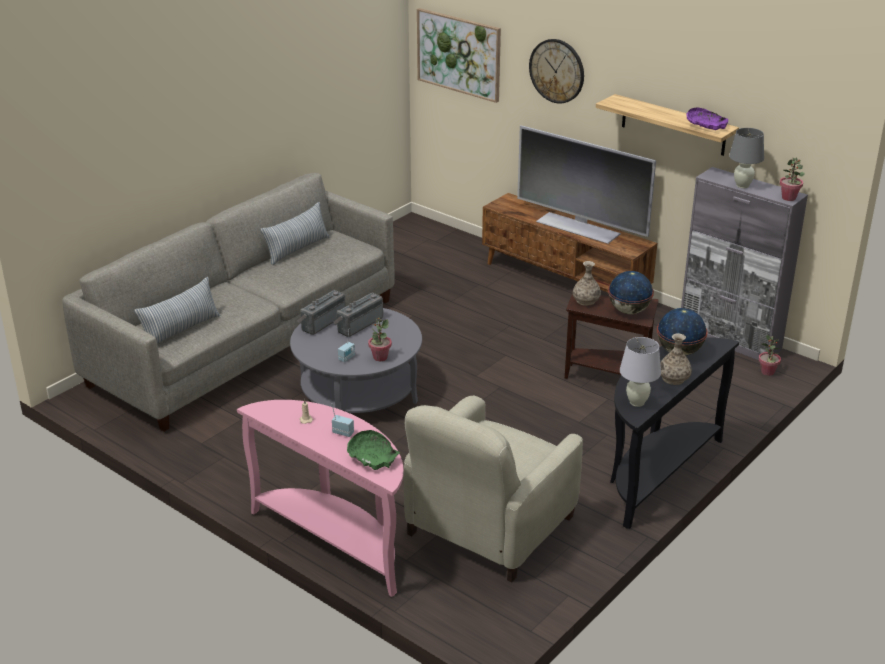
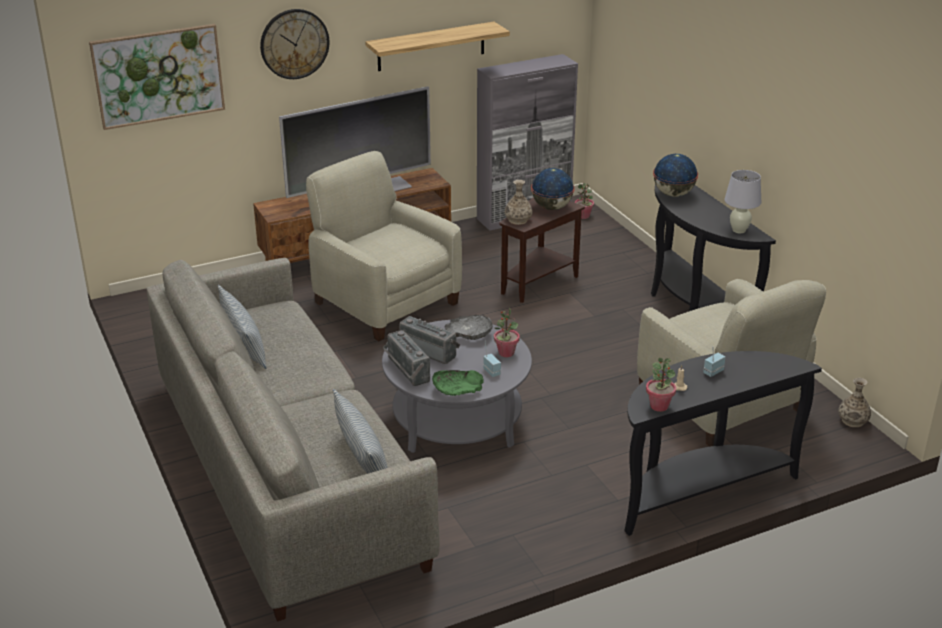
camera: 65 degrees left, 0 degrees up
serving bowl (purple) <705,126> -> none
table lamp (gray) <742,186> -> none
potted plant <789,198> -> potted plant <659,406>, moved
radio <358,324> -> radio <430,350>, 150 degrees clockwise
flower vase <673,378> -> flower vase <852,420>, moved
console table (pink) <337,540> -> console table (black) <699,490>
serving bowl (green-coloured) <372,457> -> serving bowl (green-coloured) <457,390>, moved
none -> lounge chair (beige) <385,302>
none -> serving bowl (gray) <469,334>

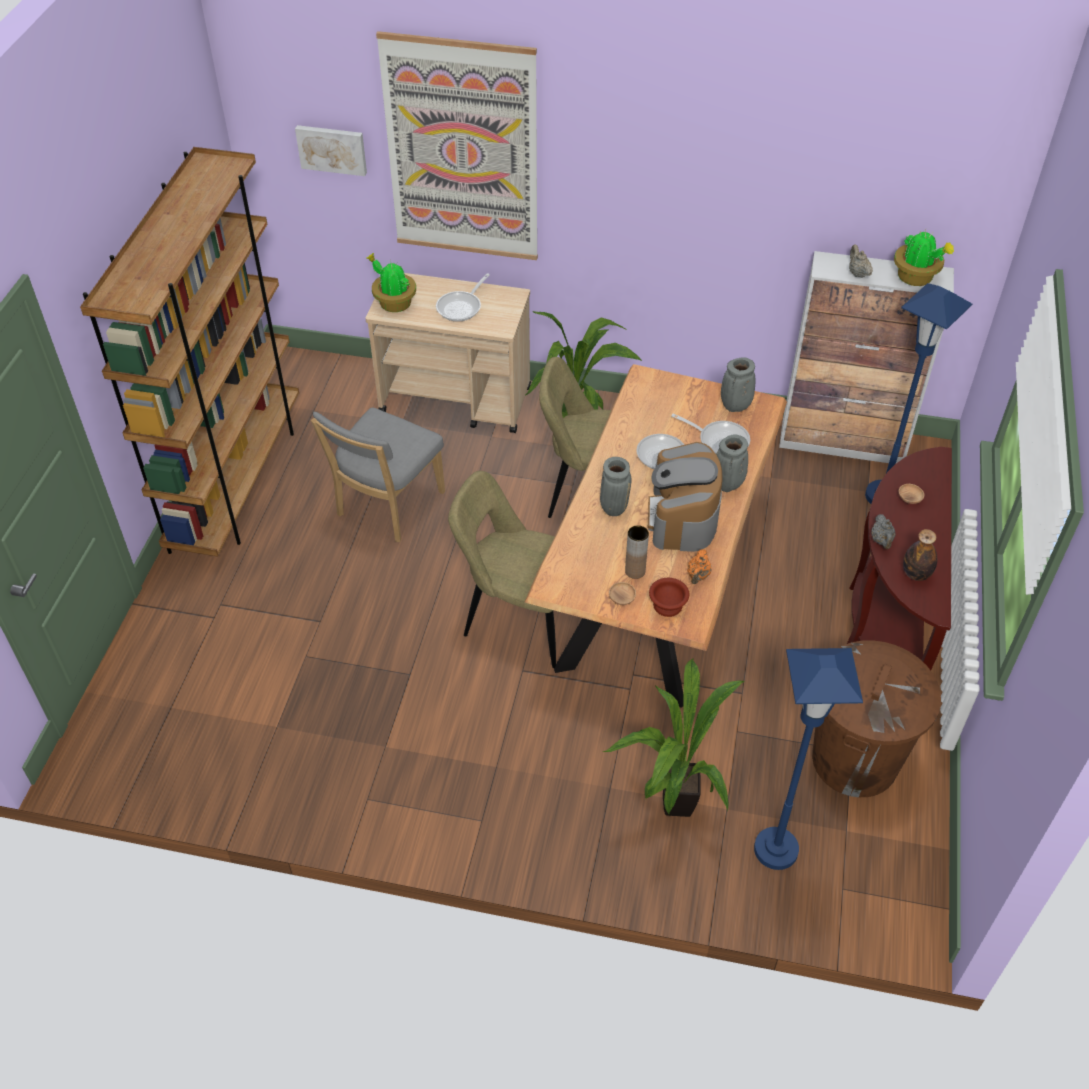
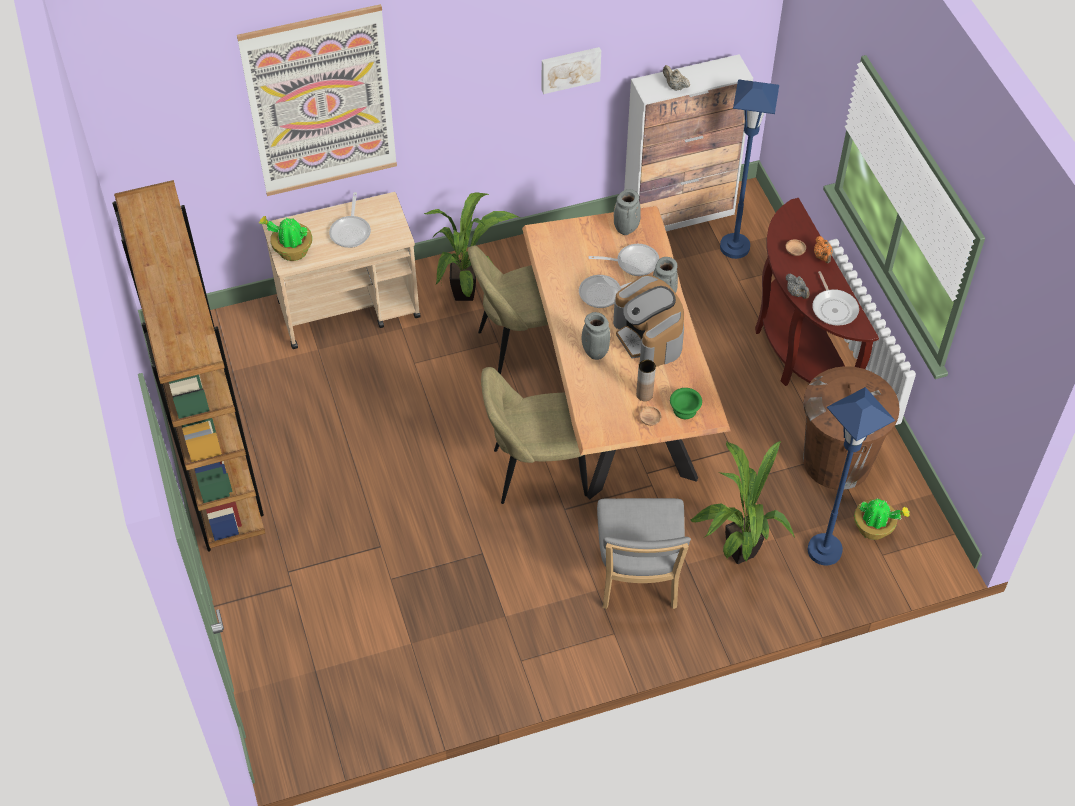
camera: 30 degrees left, 5 degrees up
wall picture <332,149> -> wall picture <570,68>, moved
potted plant <916,278> -> potted plant <874,528>, moved
plain chair (gray) <387,507> -> plain chair (gray) <637,579>, moved
bottle <916,574> -> frying pan <834,308>
pot for tea (orangey) <698,576> -> pot for tea (orangey) <822,257>, moved
serving bowl (brown-coloured) <668,604> -> serving bowl (green-coloured) <684,409>

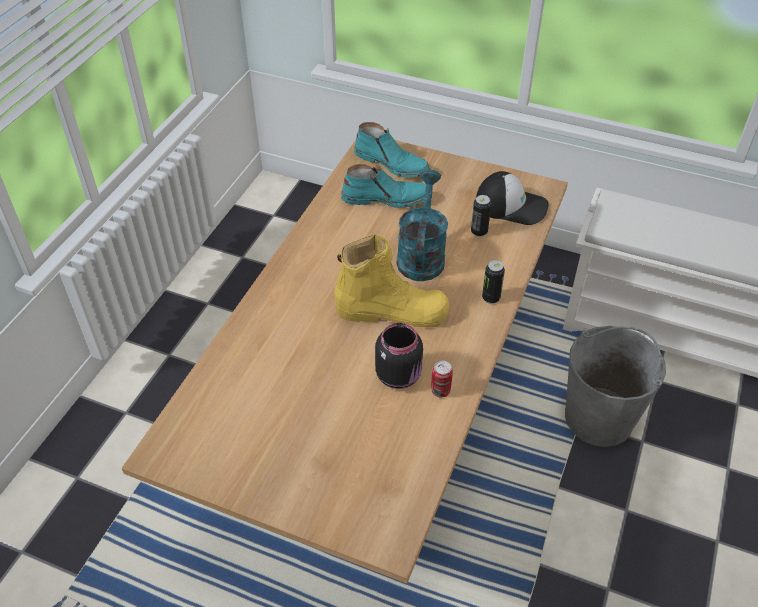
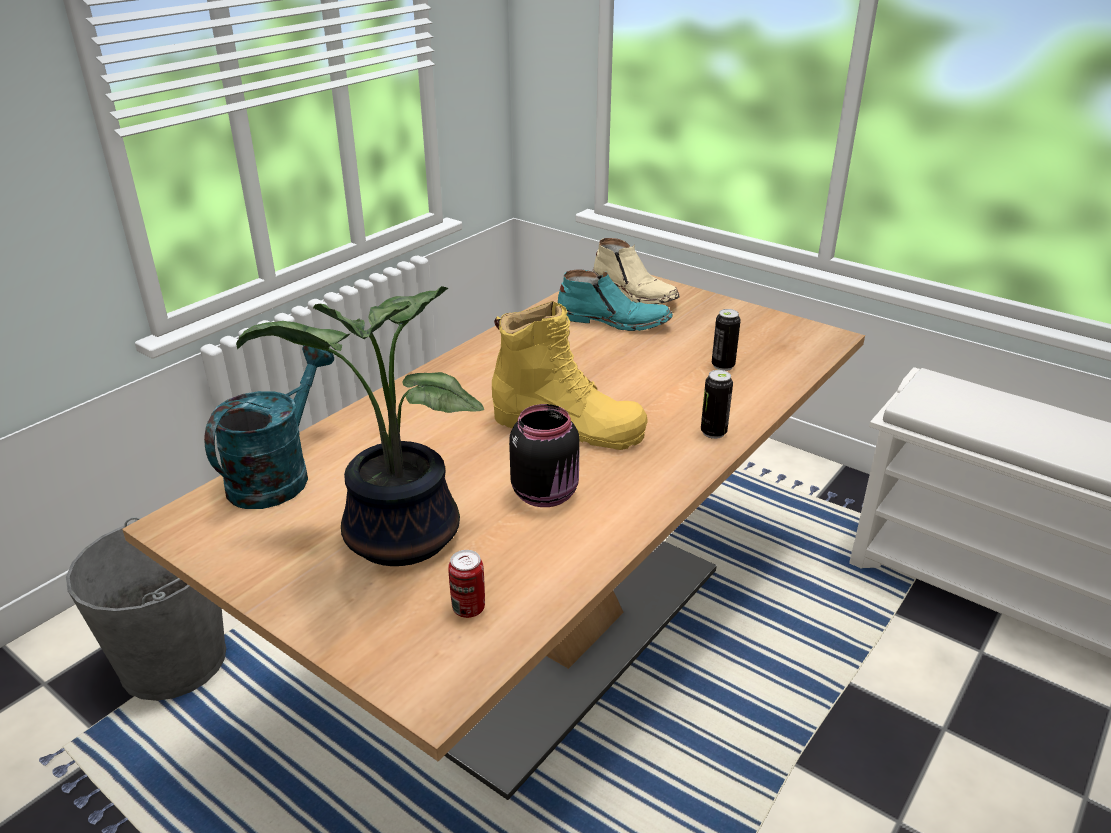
camera: 15 degrees right, 15 degrees down
tall boot (blue-green) <392,163> -> tall boot (beige) <635,292>
watering pot (blue-green) <421,255> -> watering pot (blue-green) <278,474>, moved
cap <511,205> -> none
water bucket (gray) <599,417> -> water bucket (gray) <175,661>, moved
sealed can <440,391> -> sealed can <468,608>, moved
none -> potted plant <396,539>

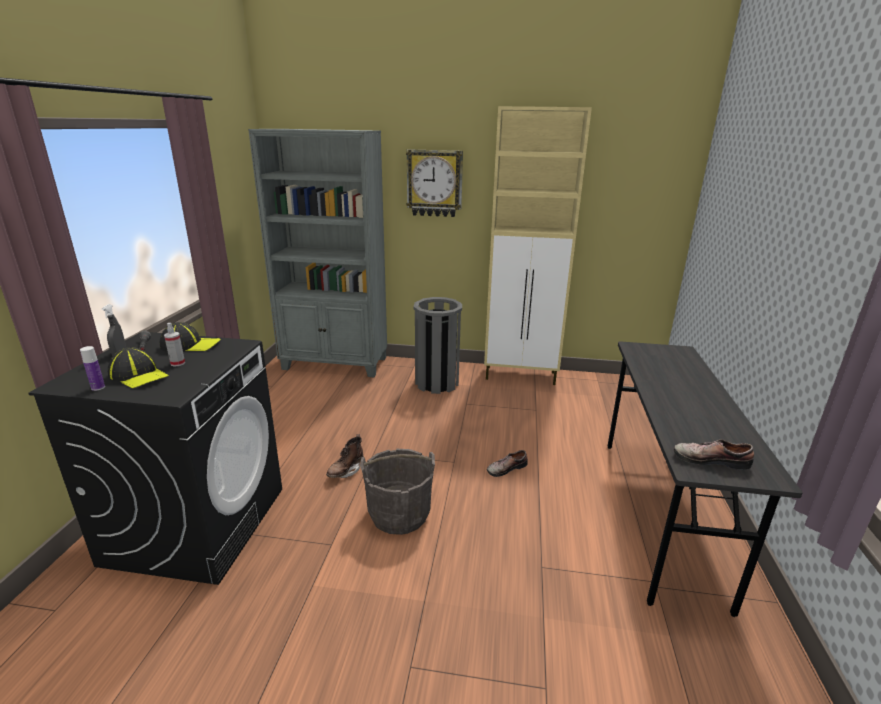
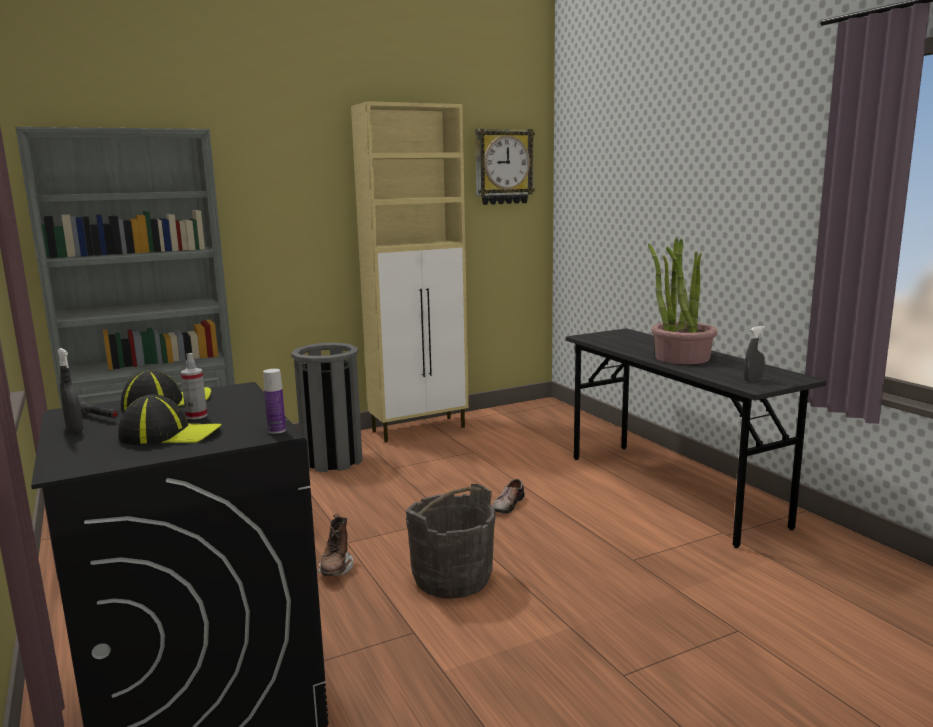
camera: 35 degrees left, 10 degrees down
clock on the wall <434,183> -> clock on the wall <503,167>, moved
bottle <98,387> -> bottle <276,431>, moved
low shoe <709,459> -> sprayer (gray) <753,380>
none -> potted plant <681,357>

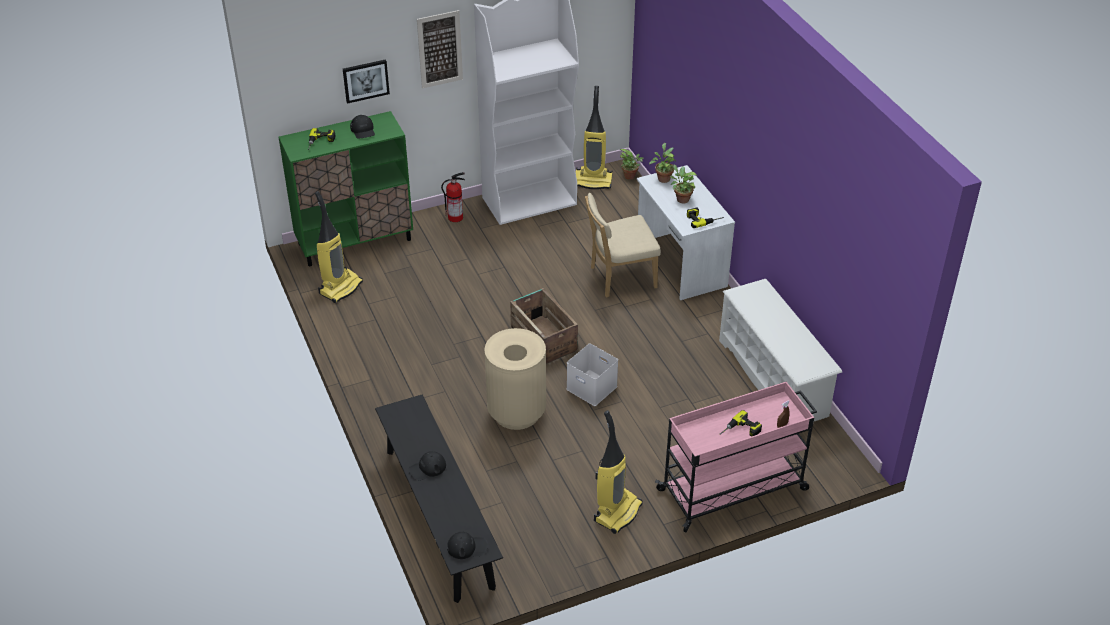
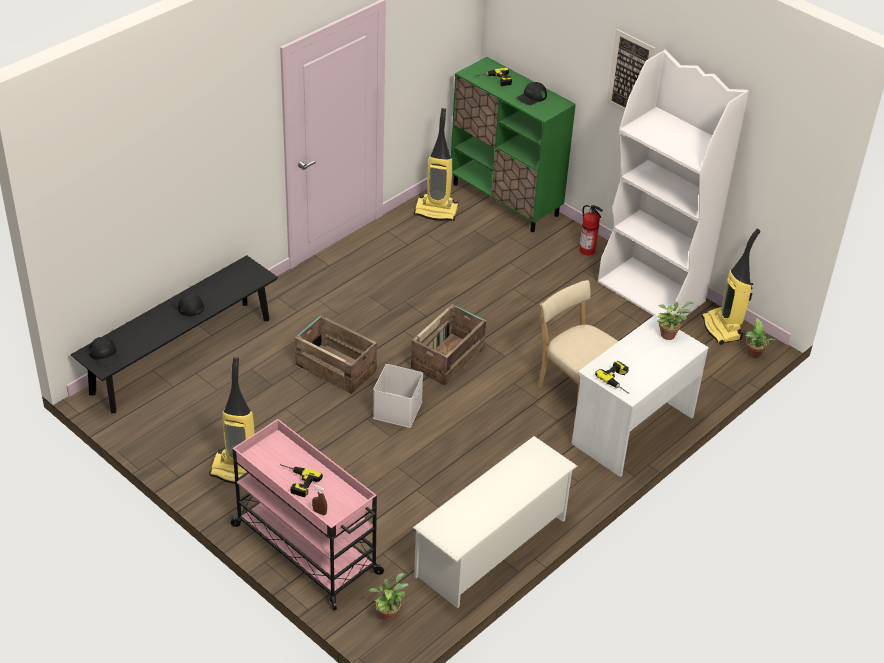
camera: 65 degrees right, 0 degrees up
wall picture <365,80> -> none
potted plant <681,199> -> potted plant <388,613>, moved
waste bin (beige) <516,412> -> shipping crate <335,367>

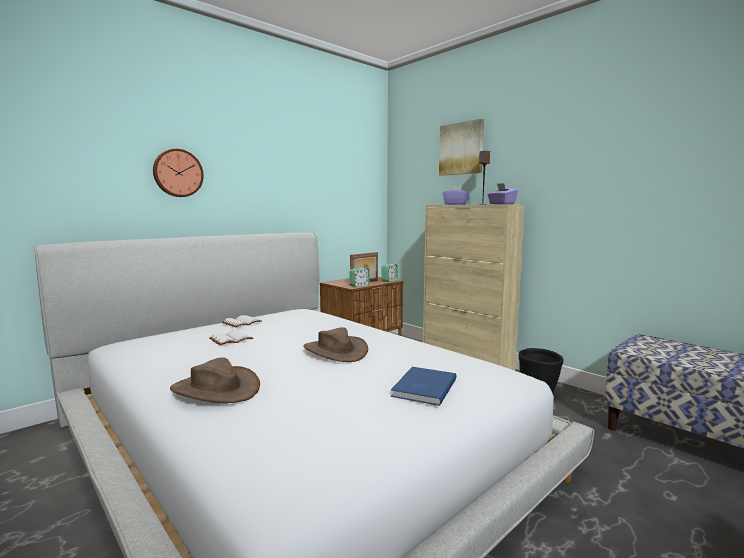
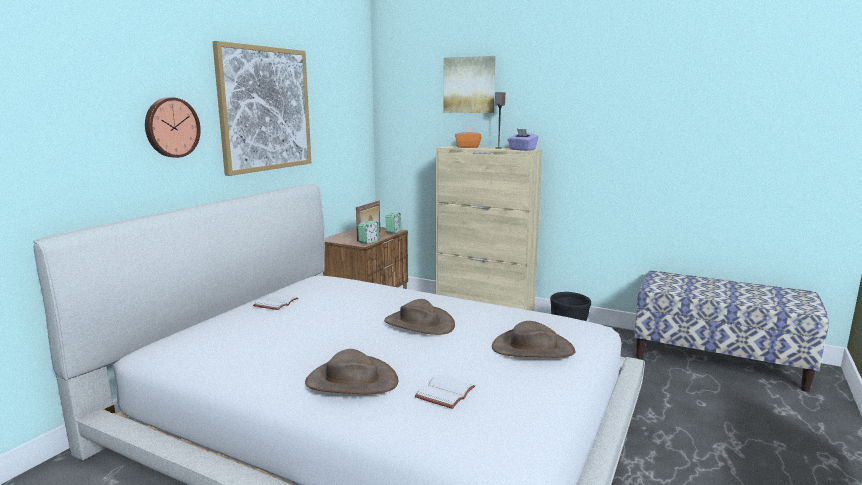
camera: 20 degrees left, 5 degrees up
tissue holder (purple) <455,204> -> tissue holder (orangey) <468,147>
bound book (whitish) <231,340> -> bound book (whitish) <446,394>, moved
bound book (blue-coloured) <422,388> -> wearable hat (brown-coloured) <532,349>
none -> wall picture <265,109>

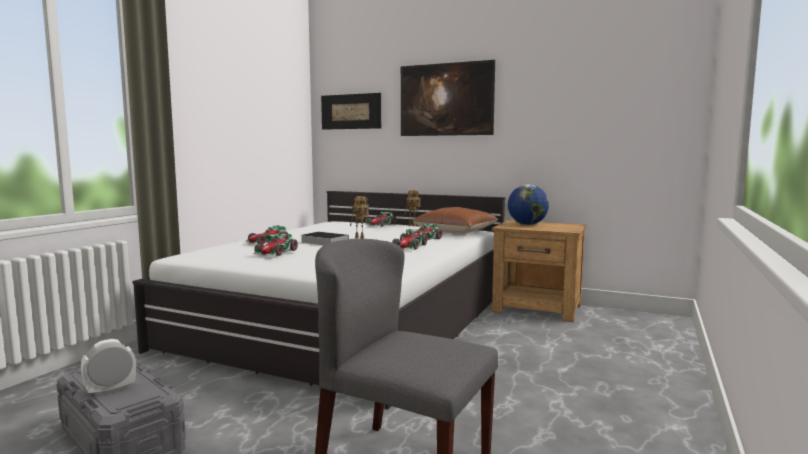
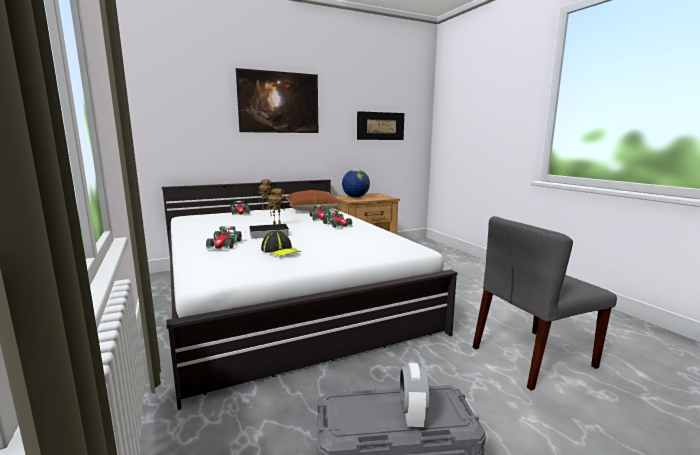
camera: 50 degrees left, 5 degrees up
wall picture <351,111> -> wall picture <380,126>, moved
miniature car <276,252> -> cap <280,250>

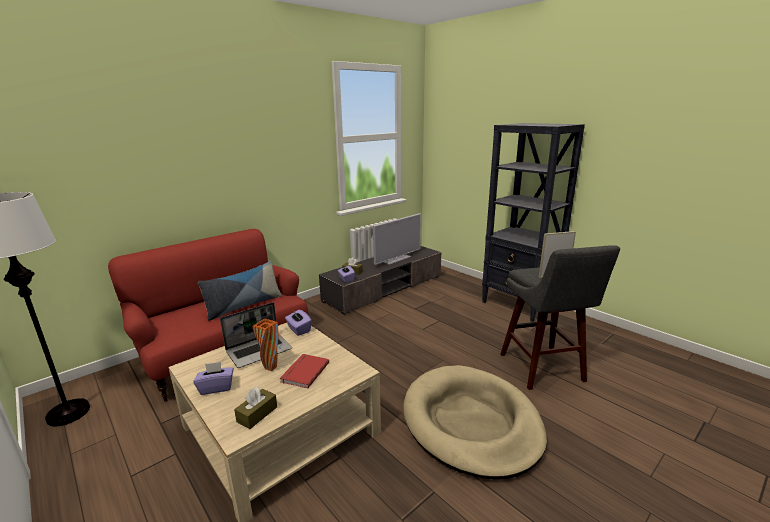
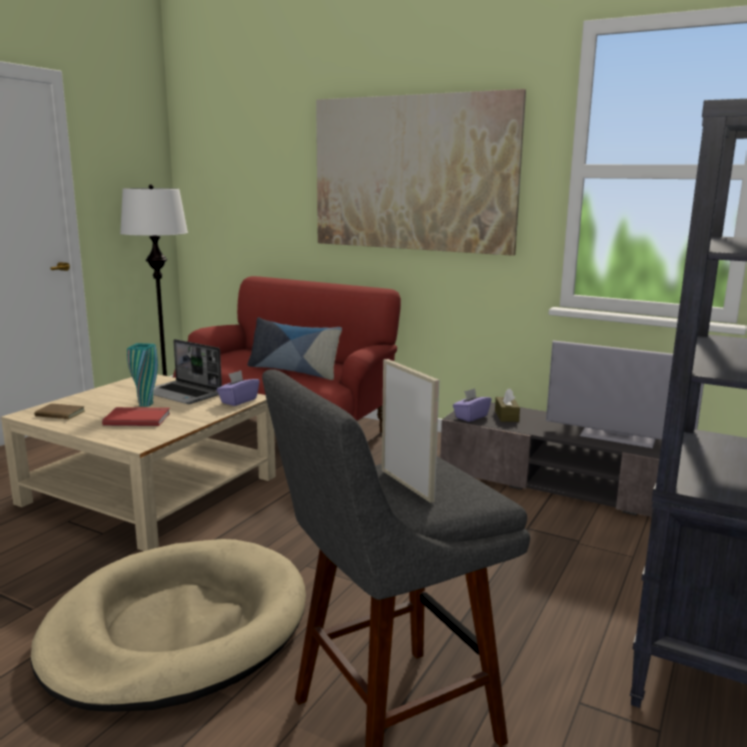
camera: 70 degrees right, 5 degrees down
flower vase (orangey) <271,368> -> flower vase (blue-green) <146,404>
tissue holder (purple) <216,387> -> none
tissue holder (brown-coloured) <257,414> -> bound book (brown-coloured) <59,414>
none -> wall picture <412,174>

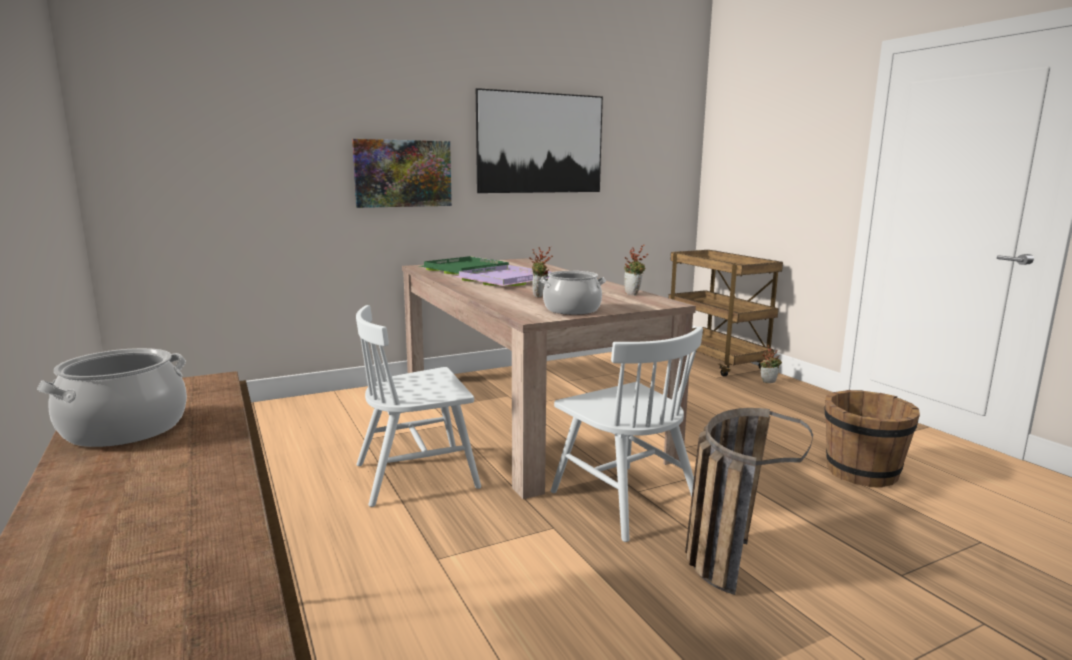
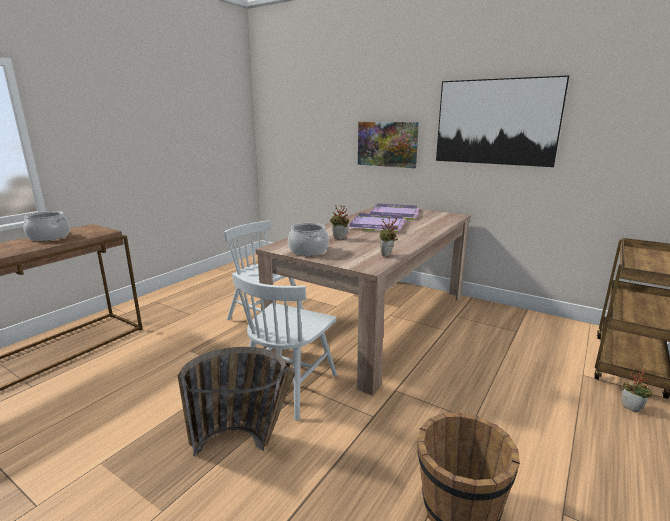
camera: 60 degrees right, 5 degrees up
carrying tray (green-coloured) <464,269> -> carrying tray (purple) <393,213>

